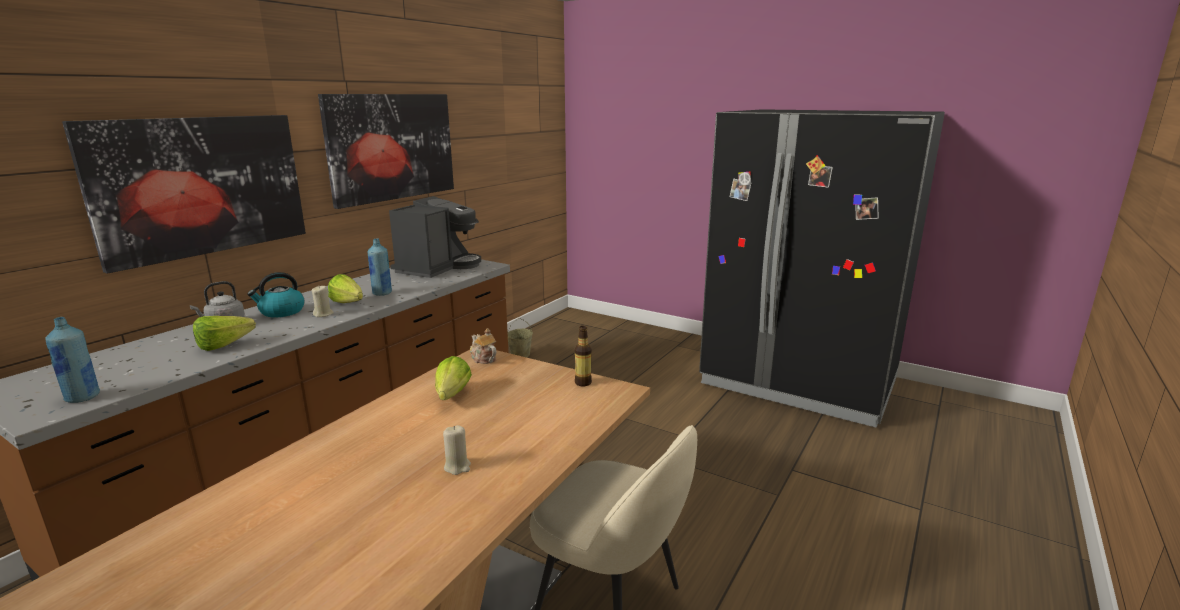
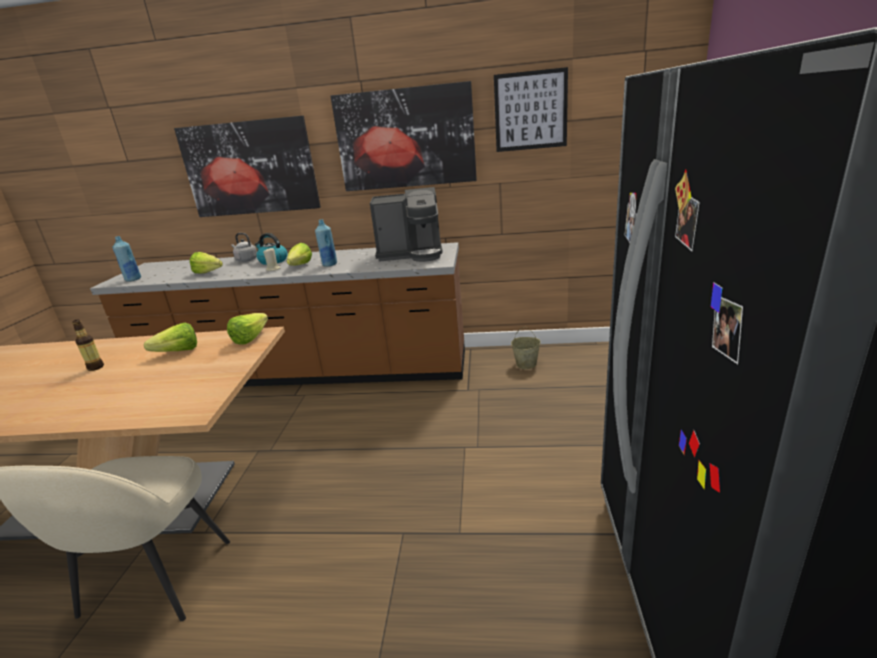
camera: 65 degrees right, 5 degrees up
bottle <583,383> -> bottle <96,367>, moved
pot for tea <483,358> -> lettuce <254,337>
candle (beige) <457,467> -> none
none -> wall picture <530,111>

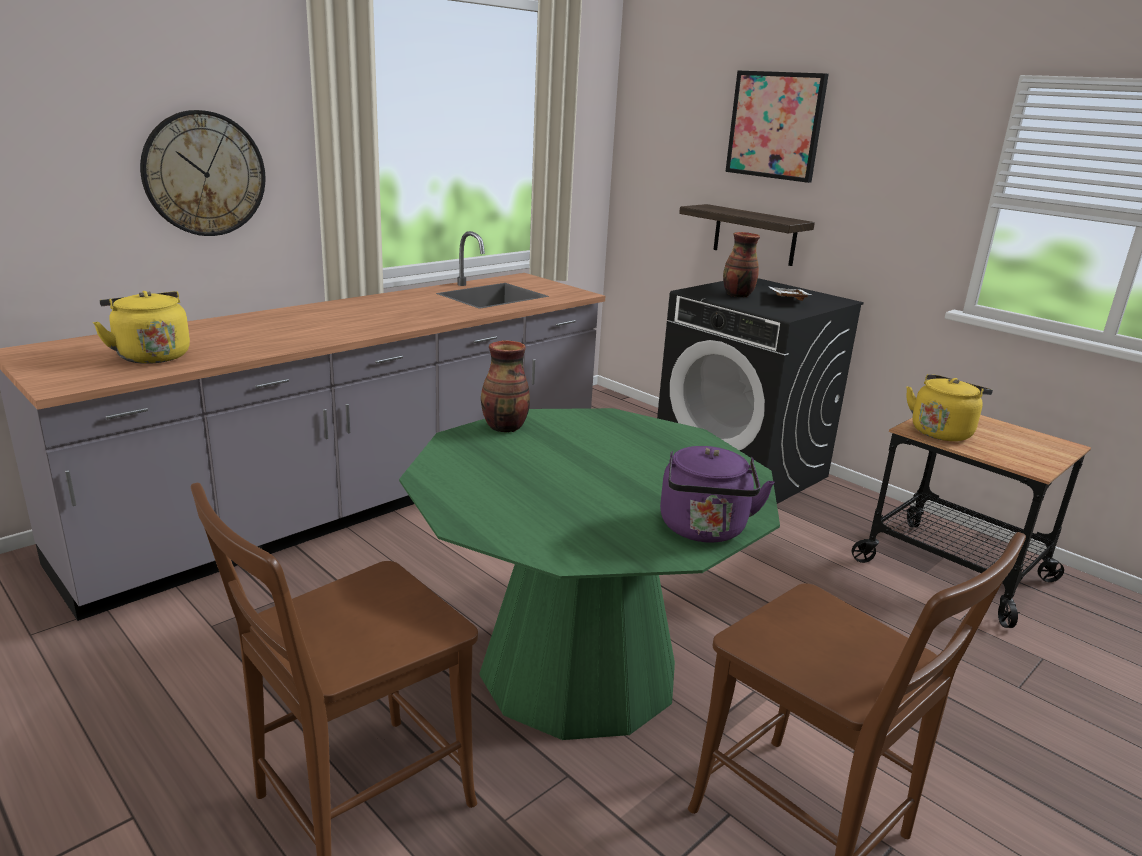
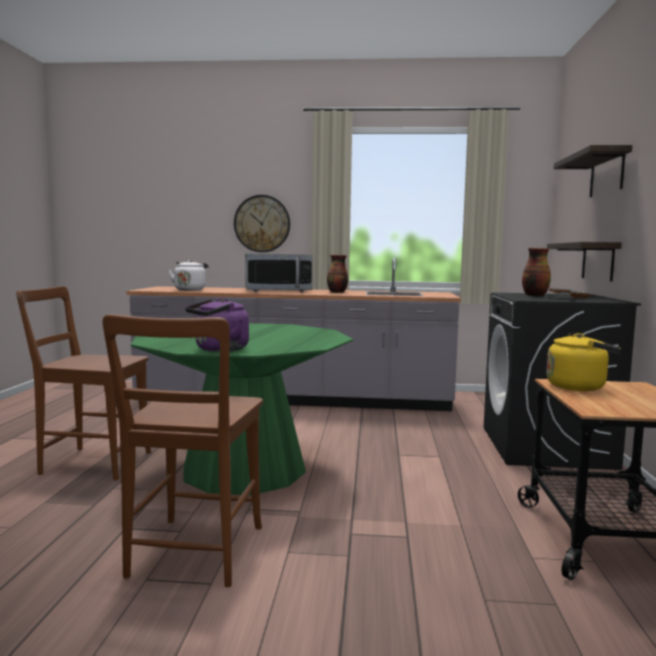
camera: 50 degrees right, 15 degrees down
wall picture <775,125> -> wall shelf <607,174>
water kettle (yellow-coloured) <151,355> -> water kettle (whitish) <190,289>
flower vase <505,427> -> flower vase <337,292>, moved
none -> microwave <278,291>

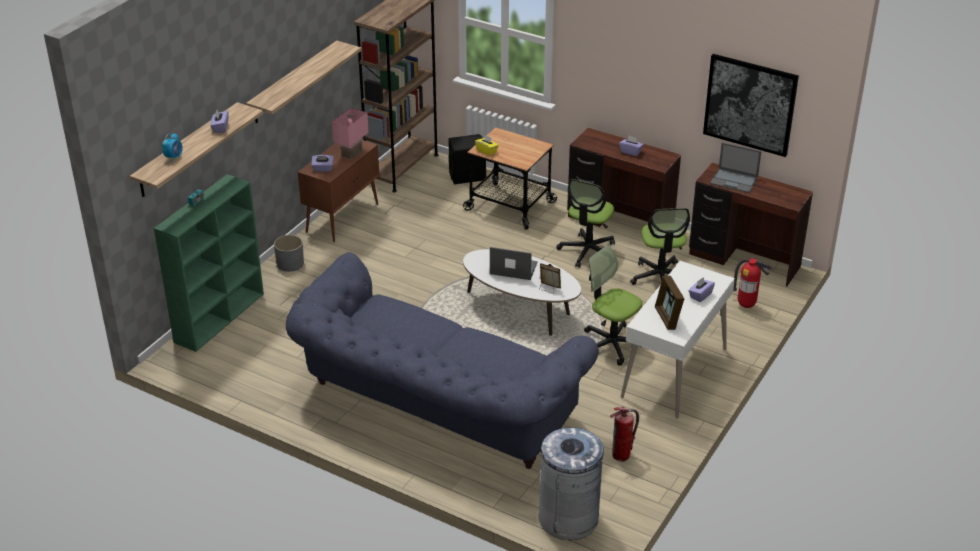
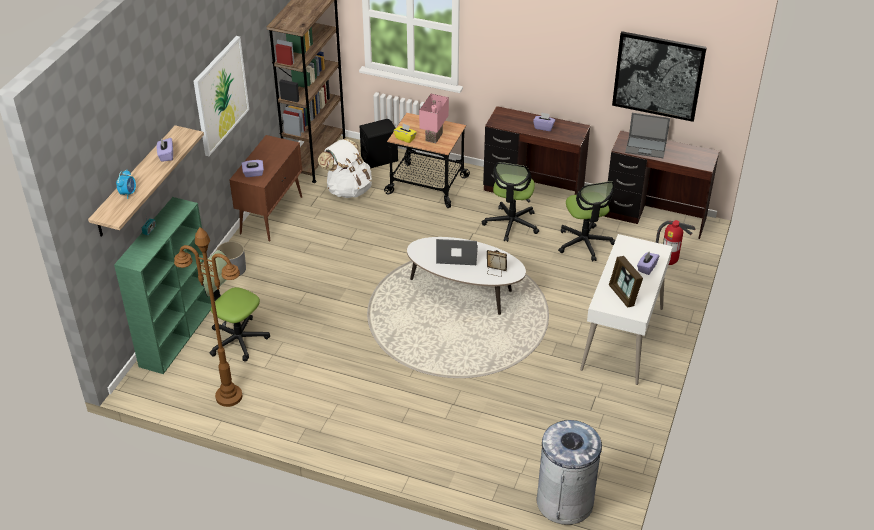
camera: 10 degrees left, 5 degrees up
wall shelf <294,82> -> wall picture <220,95>
table lamp (pink) <351,153> -> table lamp (pink) <433,136>, moved
desk chair <611,344> -> desk chair <238,339>, moved
couch (blue-coloured) <434,409> -> none
fire-fighting cylinder <621,455> -> none
none -> rucksack (whitish) <348,189>
none -> floor lamp (brown-coloured) <228,396>

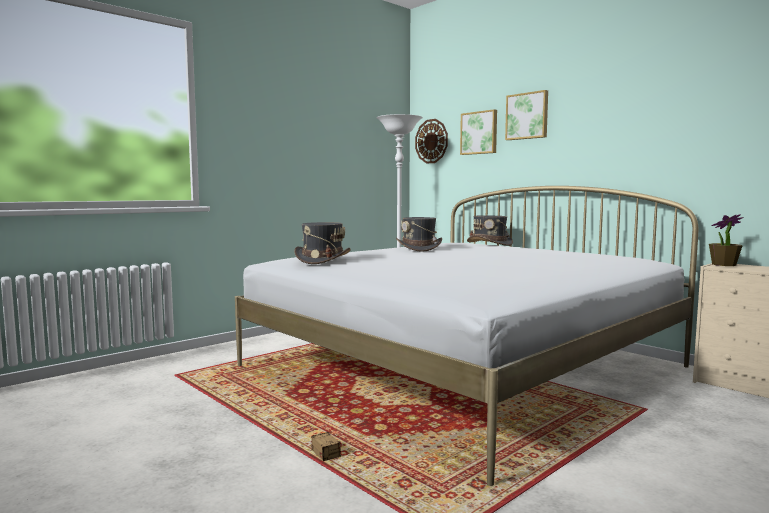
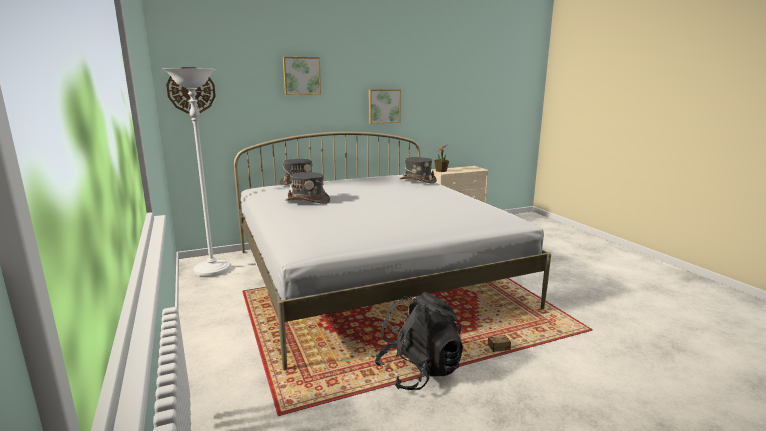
camera: 70 degrees left, 10 degrees up
wall picture <479,133> -> wall picture <384,106>, moved
wearable hat (gray) <322,260> -> wearable hat (gray) <417,181>, moved
none -> rucksack (black) <419,371>

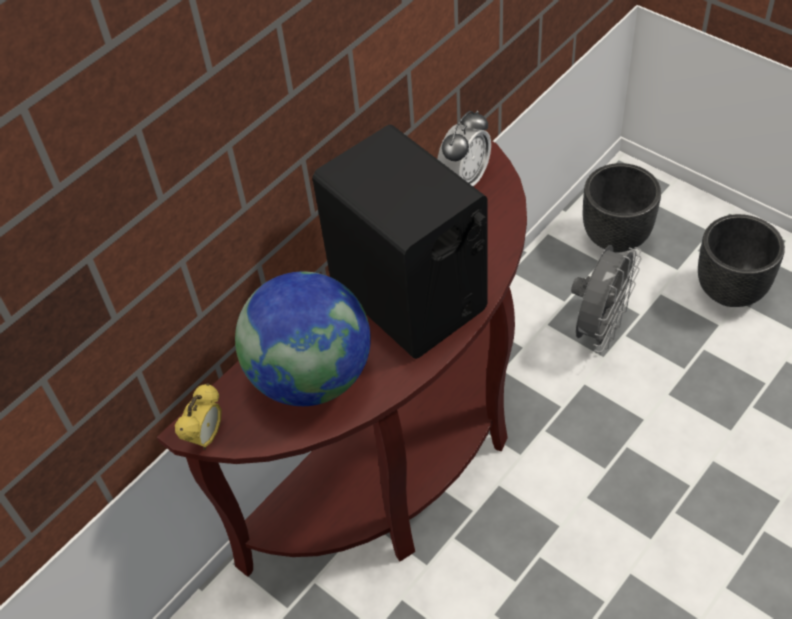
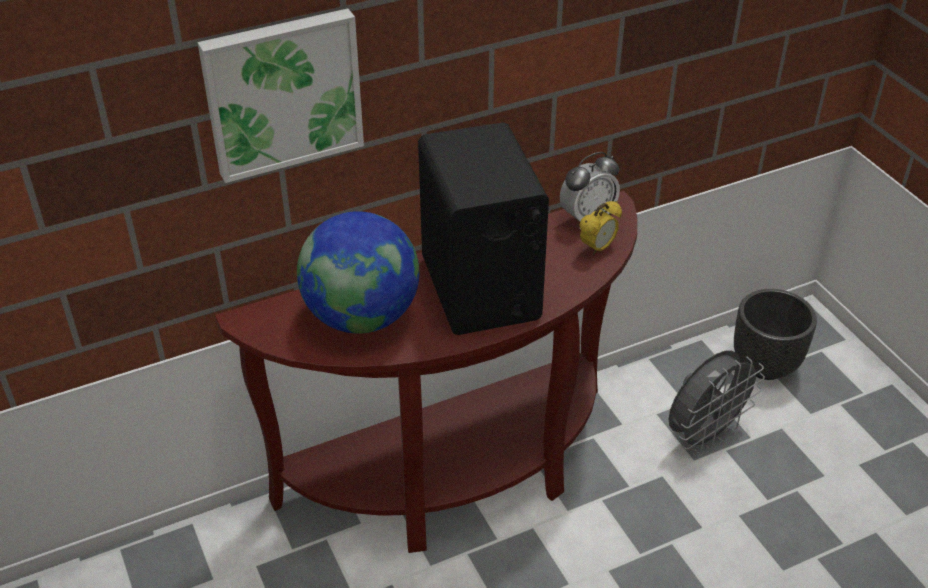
camera: 20 degrees right, 10 degrees down
plant pot (black) <729,290> -> none
table clock <206,437> -> table clock <597,248>, moved
none -> wall picture <282,92>

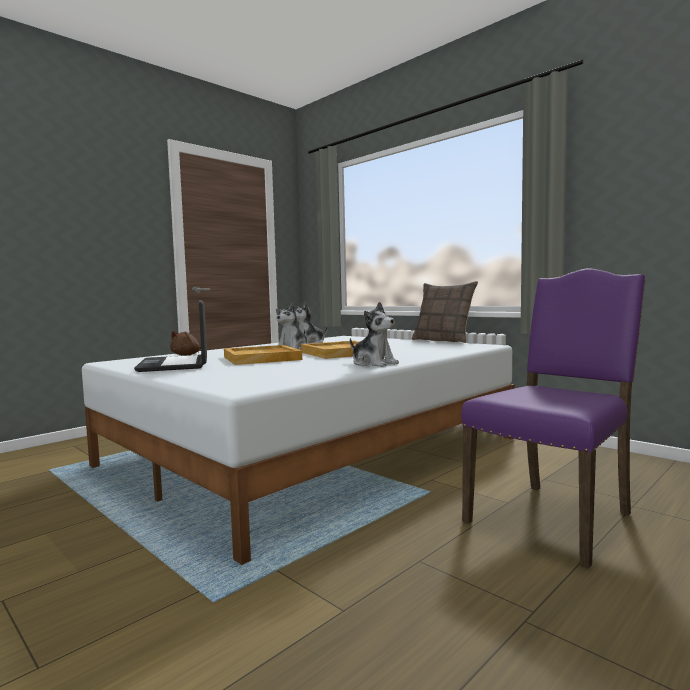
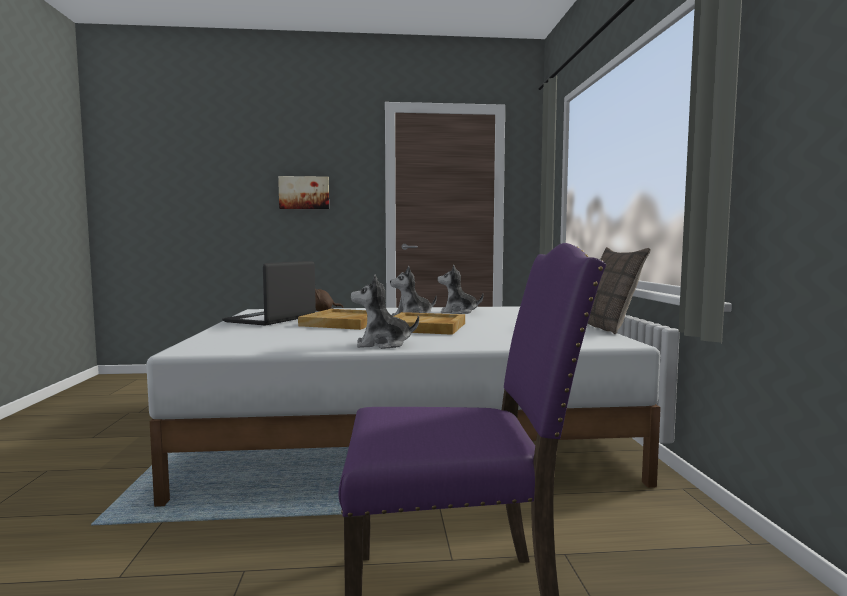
camera: 40 degrees right, 0 degrees up
plush toy <373,364> -> plush toy <382,344>, 90 degrees clockwise
none -> wall picture <304,193>

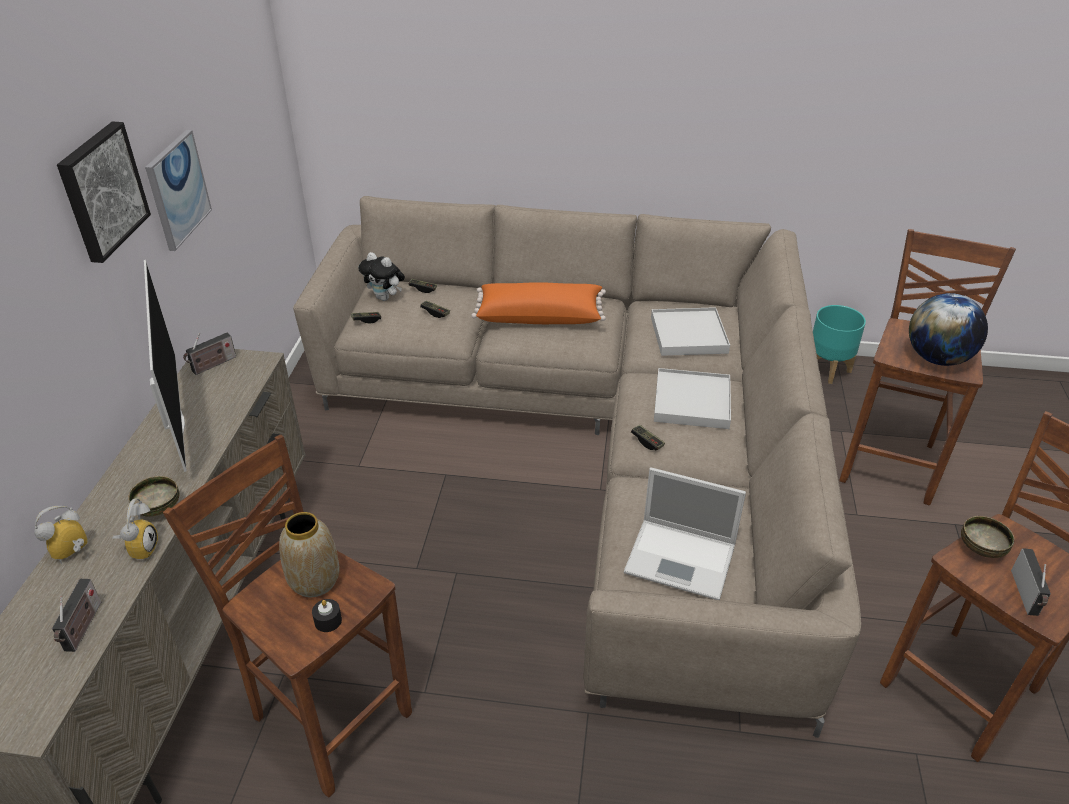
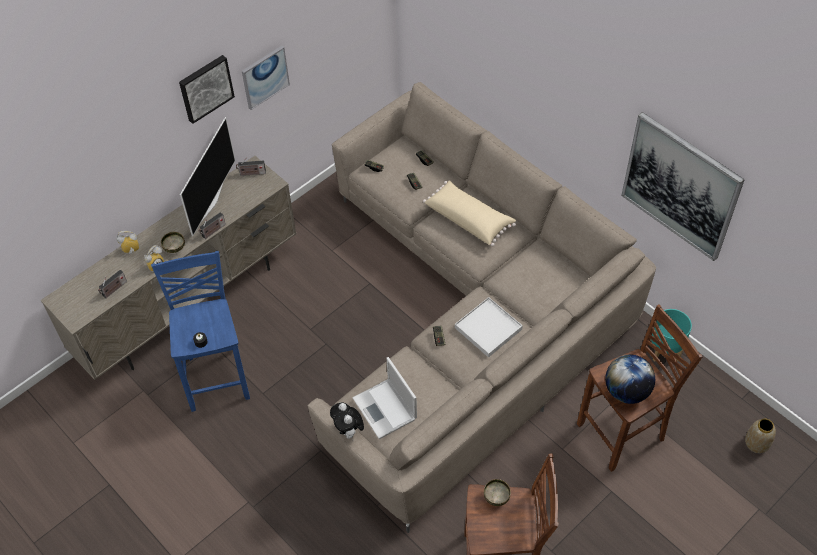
camera: 40 degrees right, 15 degrees up
plush toy <385,298> -> plush toy <348,431>, moved
cushion (orangey) <539,316> -> cushion (beige) <469,219>
carrying tray (whitish) <688,335> -> none
stool seat (brown-coloured) <329,715> -> stool seat (blue-coloured) <217,376>
flower vase <314,580> -> flower vase <756,443>, moved
radio <1026,595> -> radio <213,231>, moved
none -> wall picture <680,186>

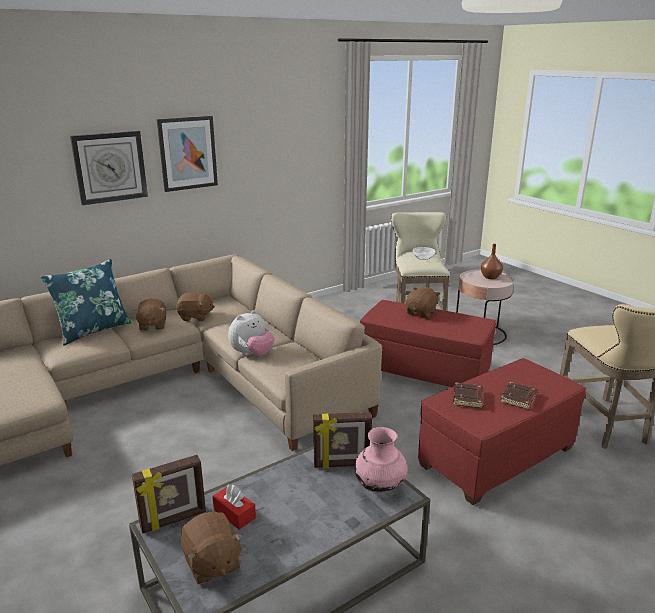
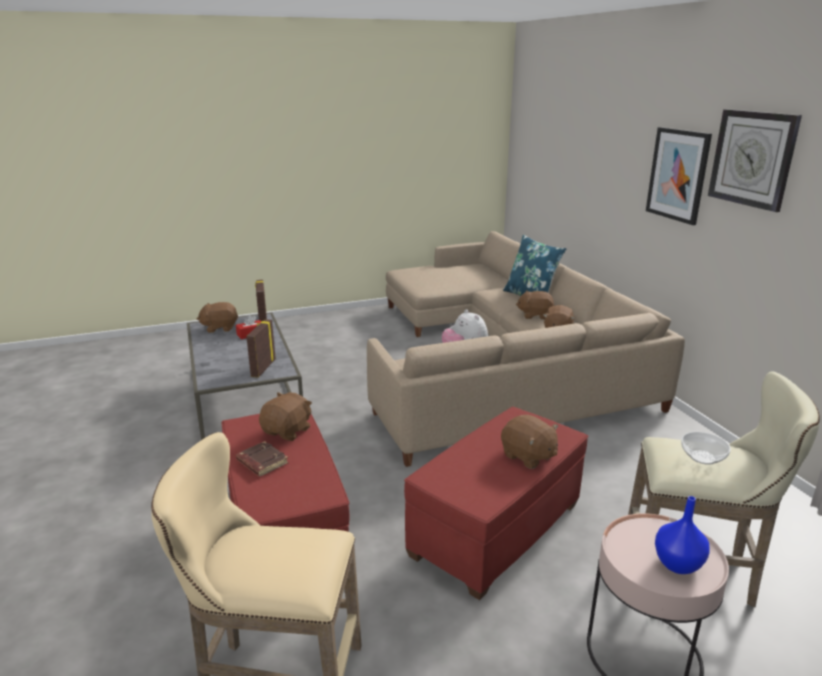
camera: 105 degrees right, 0 degrees up
clock on the wall <110,167> -> clock on the wall <752,158>, moved
flower vase (brown-coloured) <490,277> -> flower vase (blue-coloured) <676,563>
bound book (brown-coloured) <469,398> -> plush toy (brown-coloured) <288,431>
flower vase (pink) <380,486> -> none

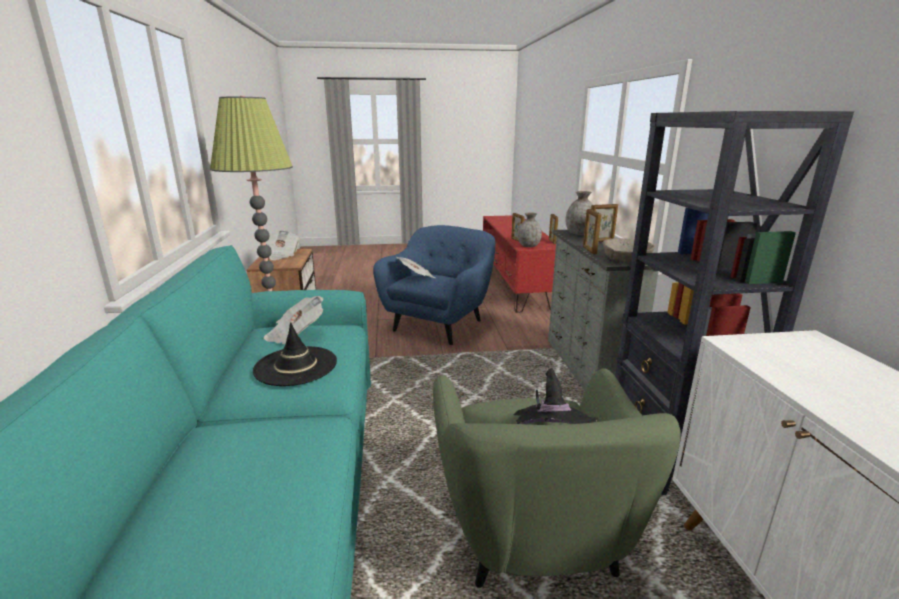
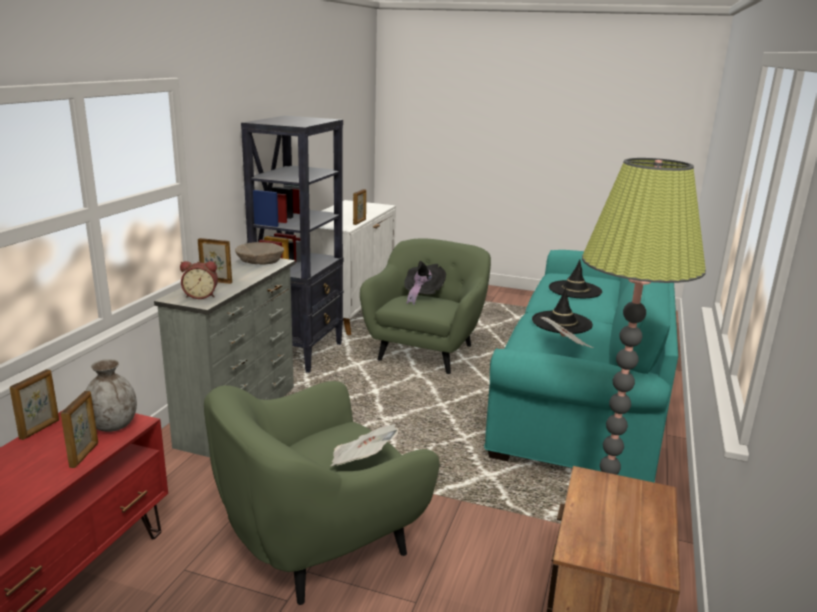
camera: 155 degrees left, 0 degrees up
flower vase (gray) <579,233> -> table clock <201,295>
standing frame <589,250> -> standing frame <359,222>, moved
lounge chair (blue-coloured) <439,324> -> lounge chair (green-coloured) <318,544>
newspaper <282,255> -> none
none -> wearable hat (black) <575,290>

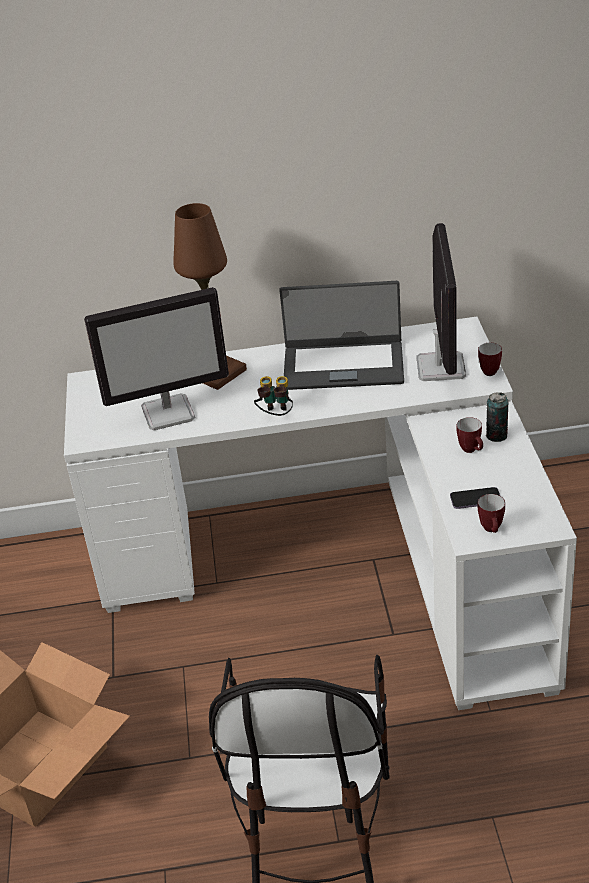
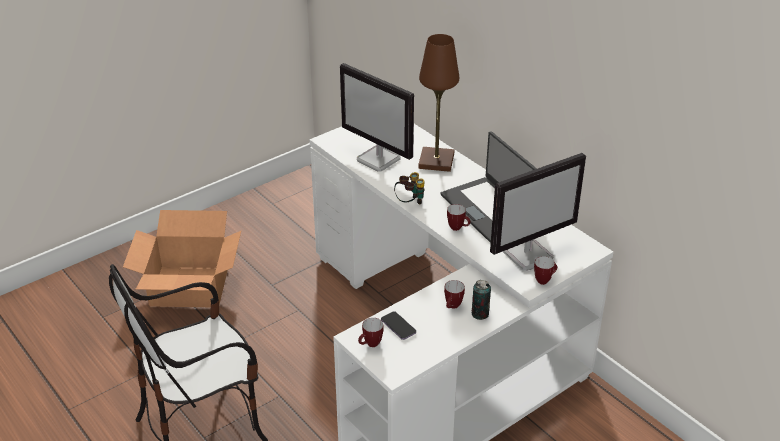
camera: 55 degrees right, 0 degrees up
none -> mug <458,228>

